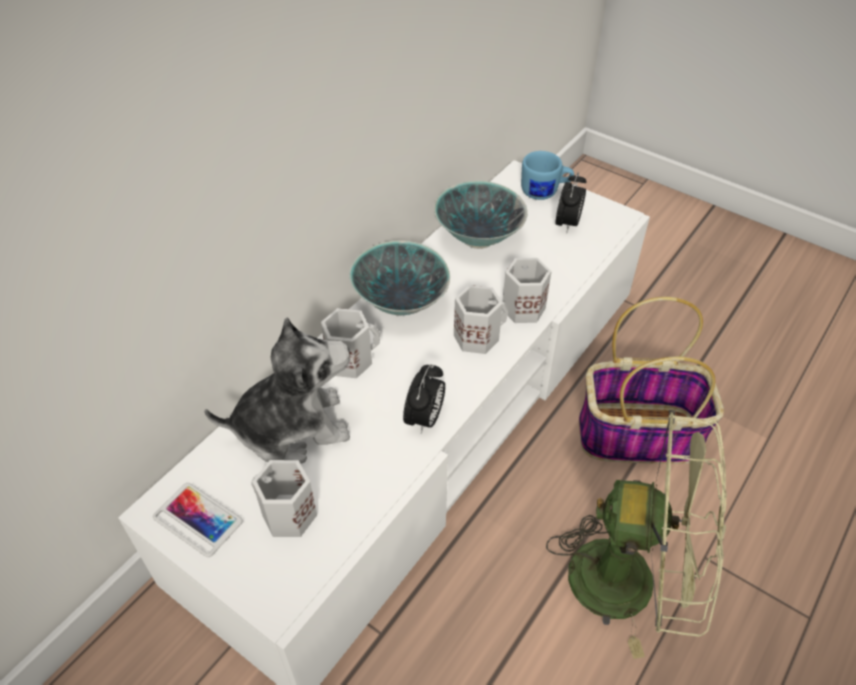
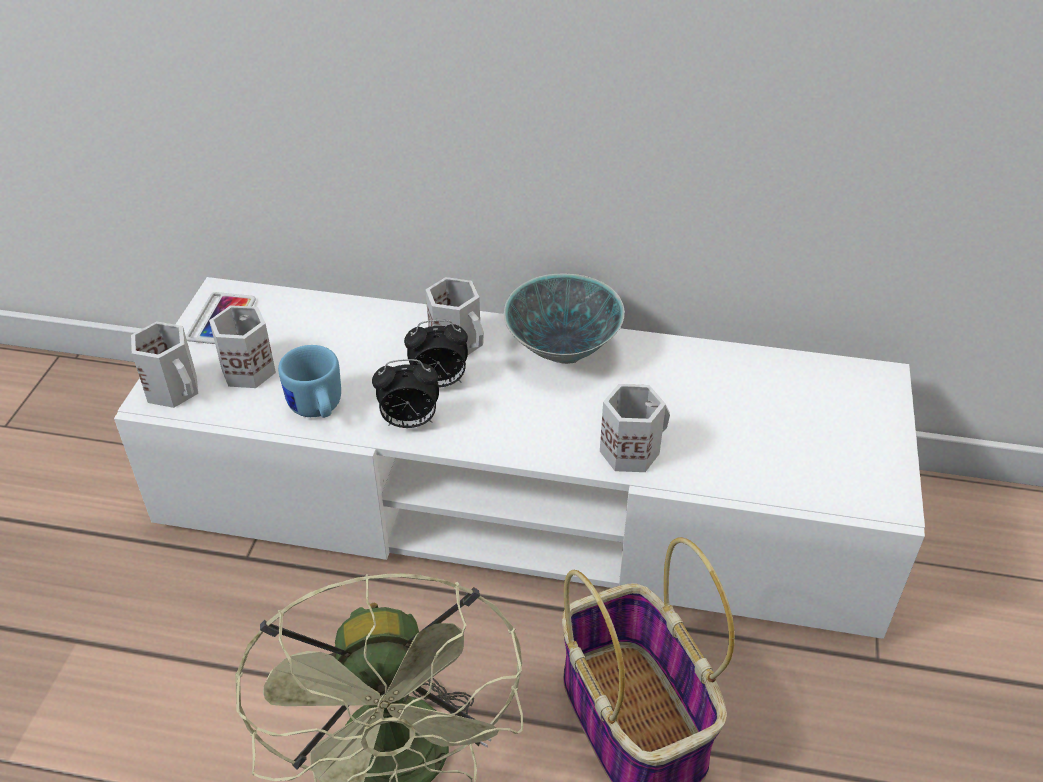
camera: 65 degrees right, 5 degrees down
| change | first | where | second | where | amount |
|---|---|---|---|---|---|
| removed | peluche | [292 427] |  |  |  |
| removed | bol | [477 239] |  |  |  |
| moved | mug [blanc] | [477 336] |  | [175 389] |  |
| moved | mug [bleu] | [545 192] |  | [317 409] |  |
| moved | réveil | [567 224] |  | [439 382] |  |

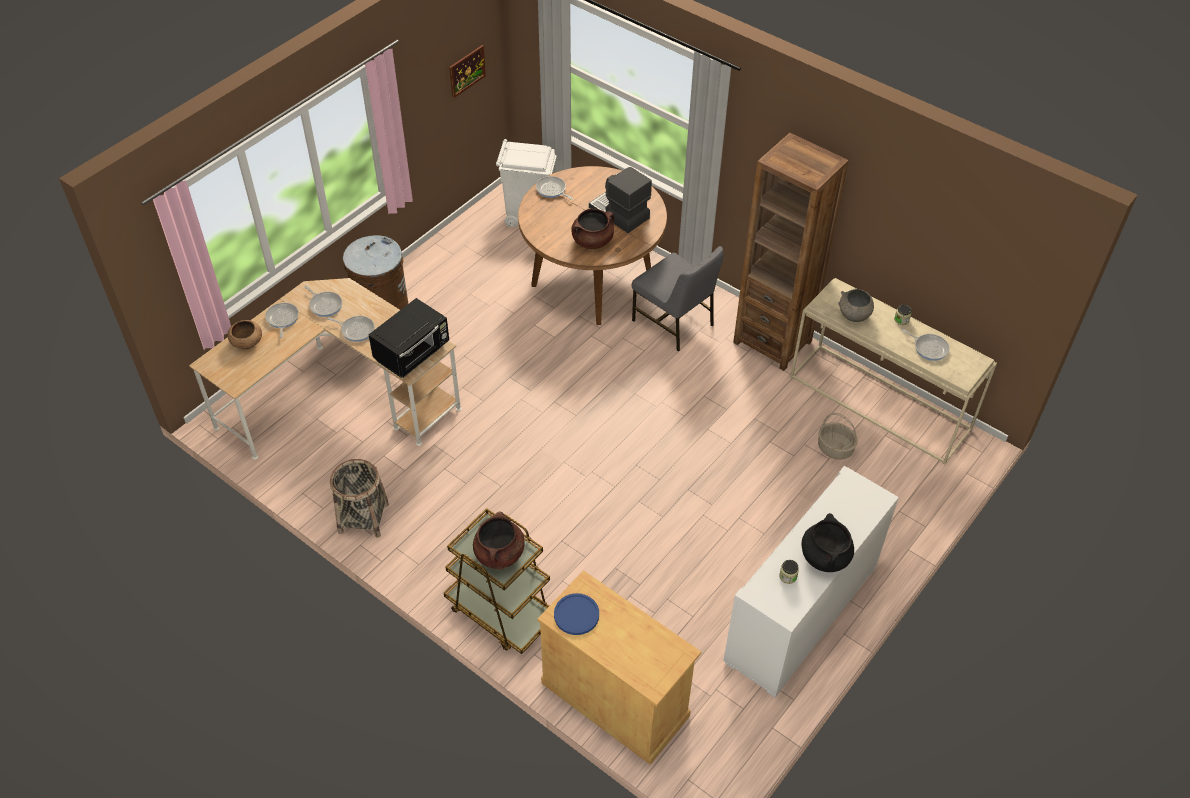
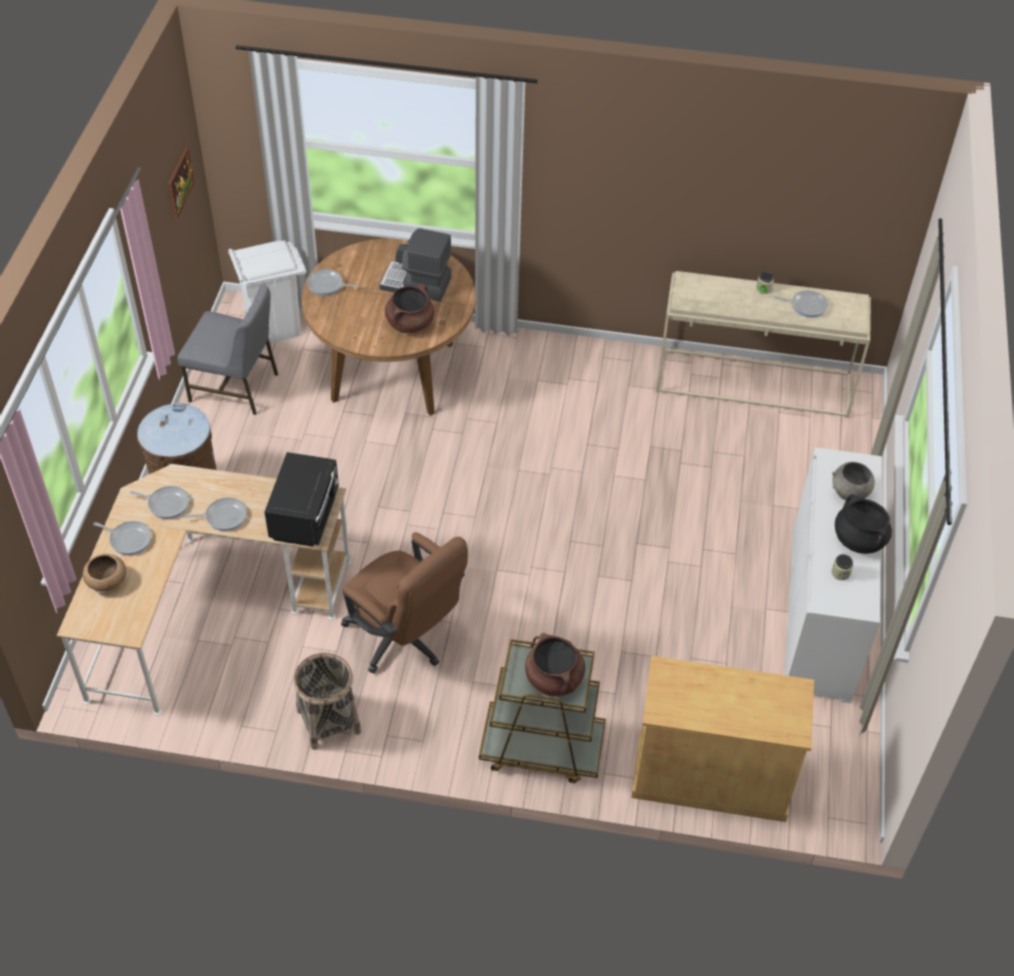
camera: 30 degrees left, 0 degrees up
| change | first | where | second | where | amount |
|---|---|---|---|---|---|
| turned | poêle | [282 319] |  | [128 539] | 150 degrees clockwise |
| removed | assiette [bleu] | [576 615] |  |  |  |
| moved | chaise [gris] | [674 323] |  | [235 387] |  |
| removed | bibliothèque [marron] | [772 341] |  |  |  |
| removed | panier | [835 448] |  |  |  |
| moved | bol [gris] | [854 316] |  | [849 494] |  |
| added |  |  | chaise de bureau [marron] | [404 639] |  |

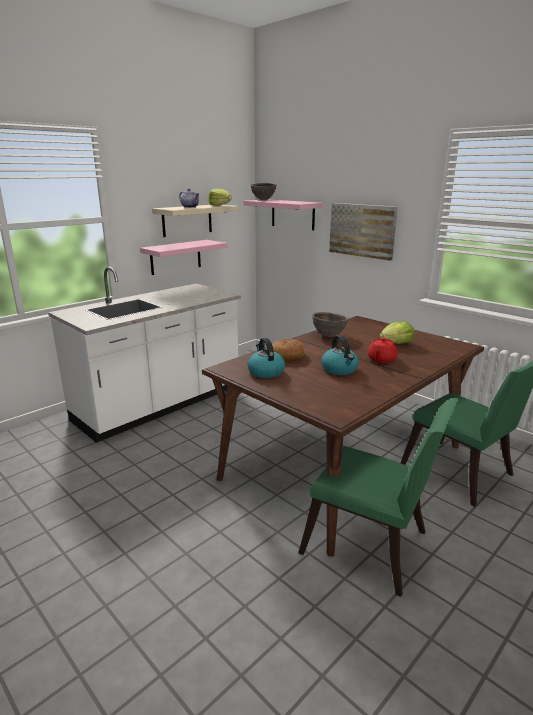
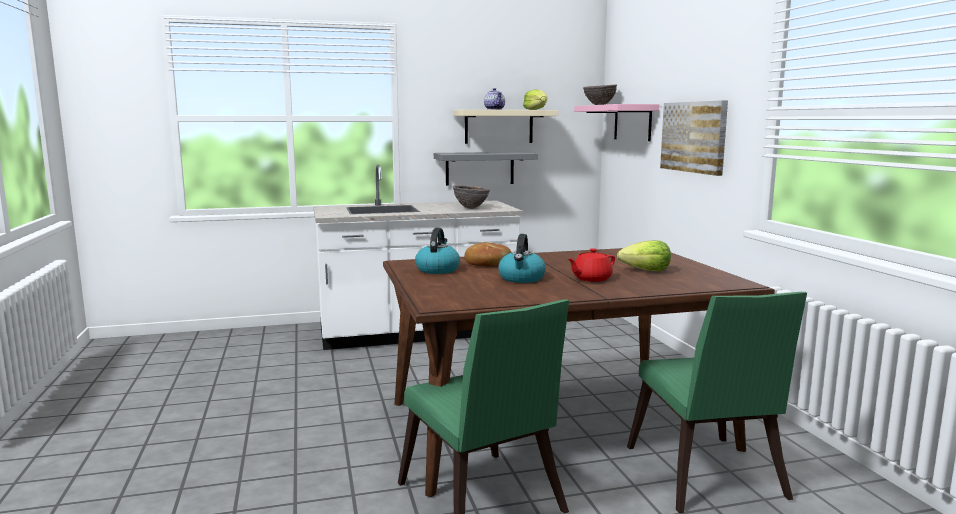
camera: 30 degrees right, 10 degrees down
| change | first | where | second | where | amount |
|---|---|---|---|---|---|
| recoloured | étagère [rose] | [175 257] | étagère [gris] | [479 168] |  |
| moved | bol [marron] | [329 336] |  | [471 208] |  |

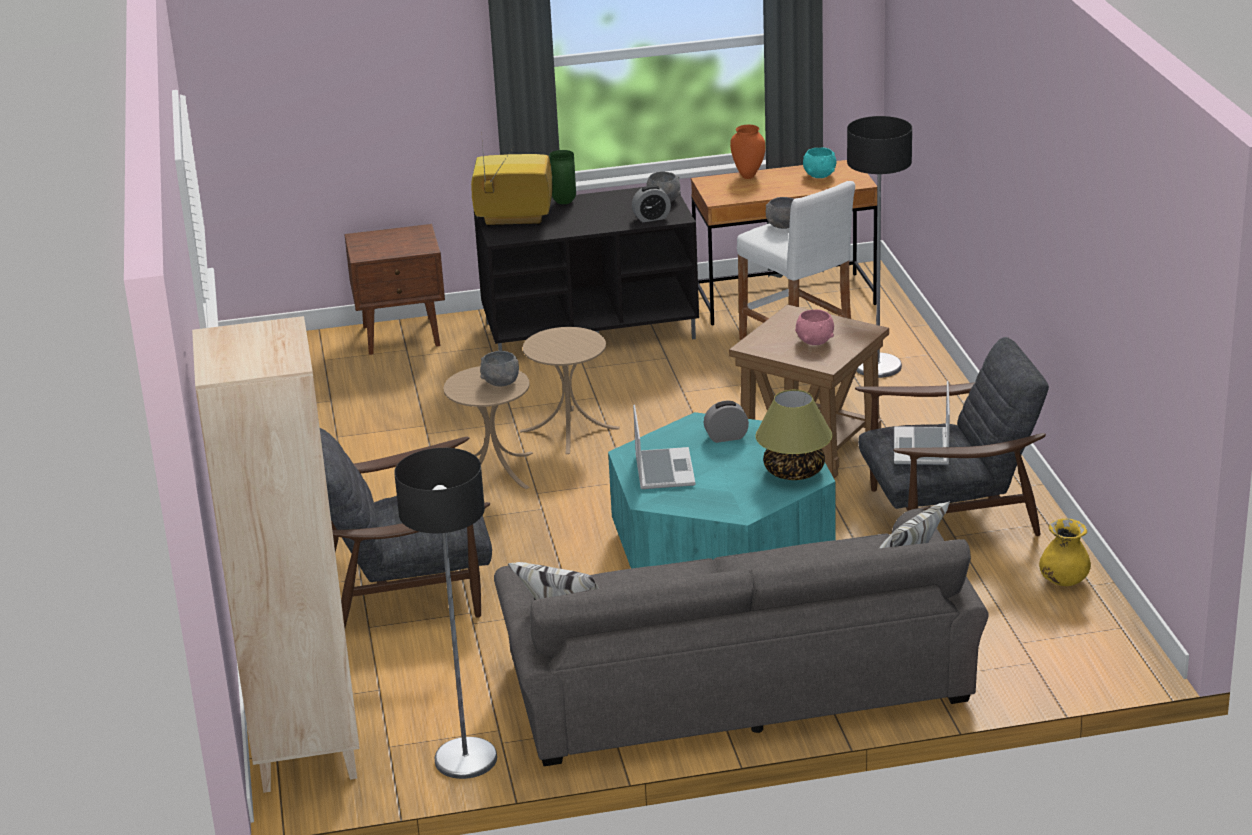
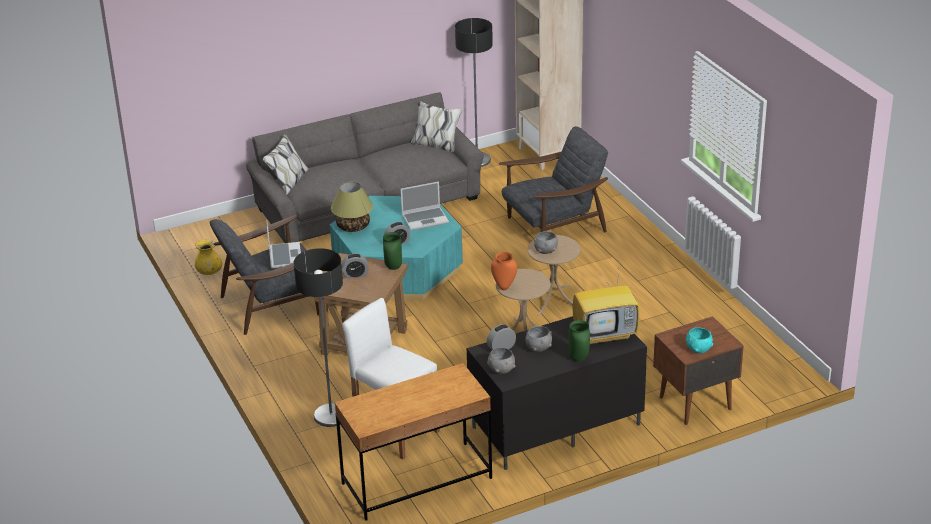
camera: 165 degrees right, 5 degrees up
| change | first | where | second | where | amount |
|---|---|---|---|---|---|
| turned | ordinateur portable | [663 470] |  | [425 219] | 90 degrees counterclockwise |
| moved | vase [orange] | [748 176] |  | [504 287] |  |
| moved | bol [gris] | [783 225] |  | [539 348] |  |
| replaced | bol [rose] | [814 341] | réveil | [355 275] |  |
| moved | bol [turquoise] | [819 175] |  | [699 349] |  |
| added |  |  | vase [vert] | [393 267] |  |

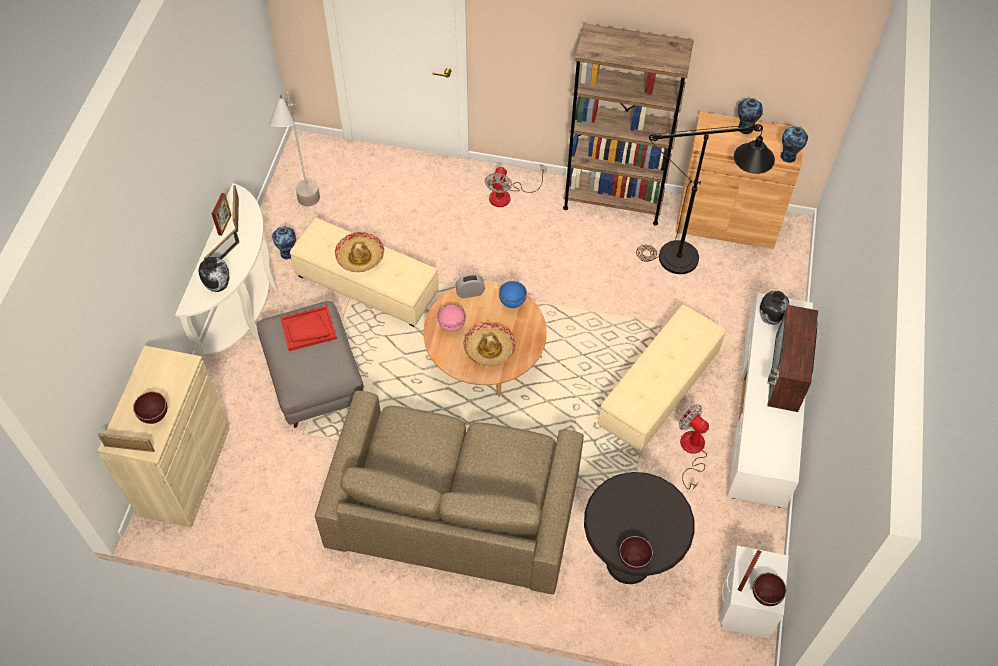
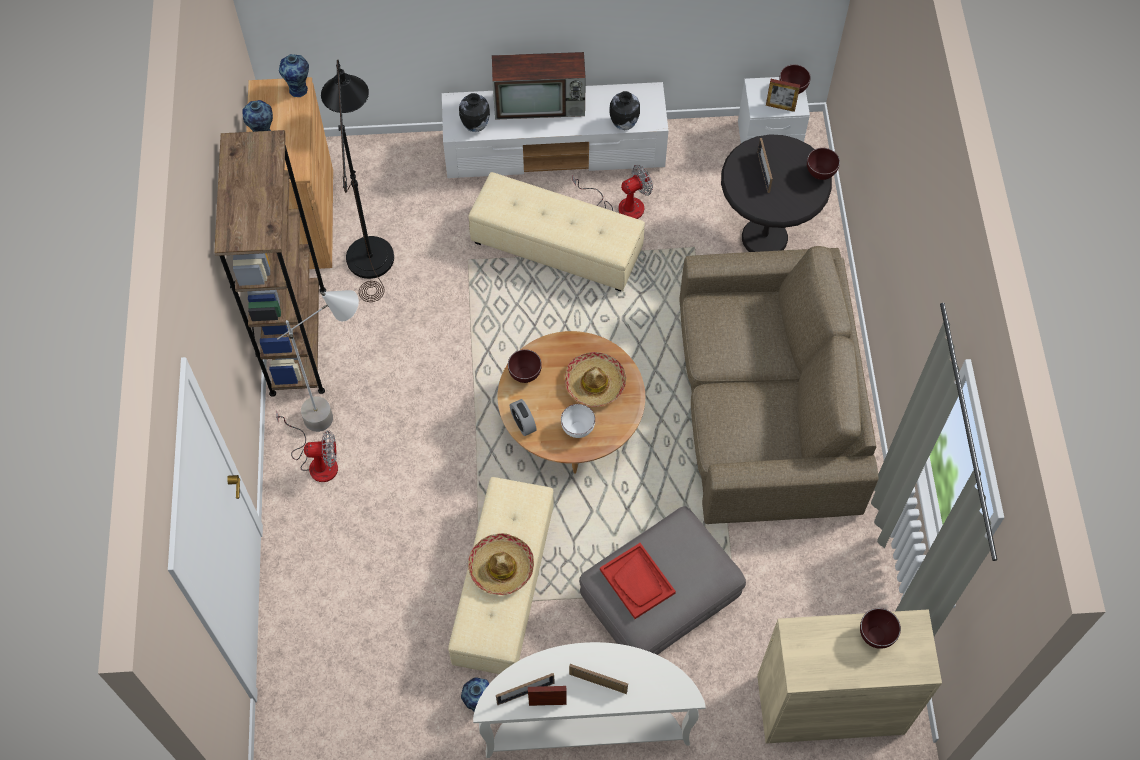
camera: 105 degrees left, 5 degrees up
| change | first | where | second | where | amount |
|---|---|---|---|---|---|
| moved | cadre photo | [129 448] |  | [763 172] |  |
| moved | vase | [219 286] |  | [623 125] |  |
| moved | lampadaire [gris] | [307 212] |  | [342 412] |  |
| recoloured | bol [rose] | [451 326] | bol [blanc] | [577 430] |  |
| recoloured | bol [bleu] | [511 303] | bol [marron] | [525 376] |  |
| turned | ventilateur | [692 451] |  | [621 206] | 150 degrees counterclockwise |

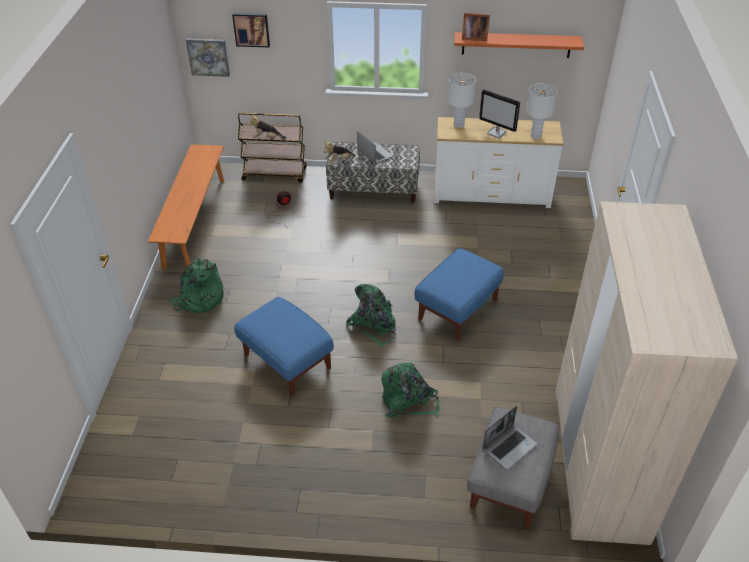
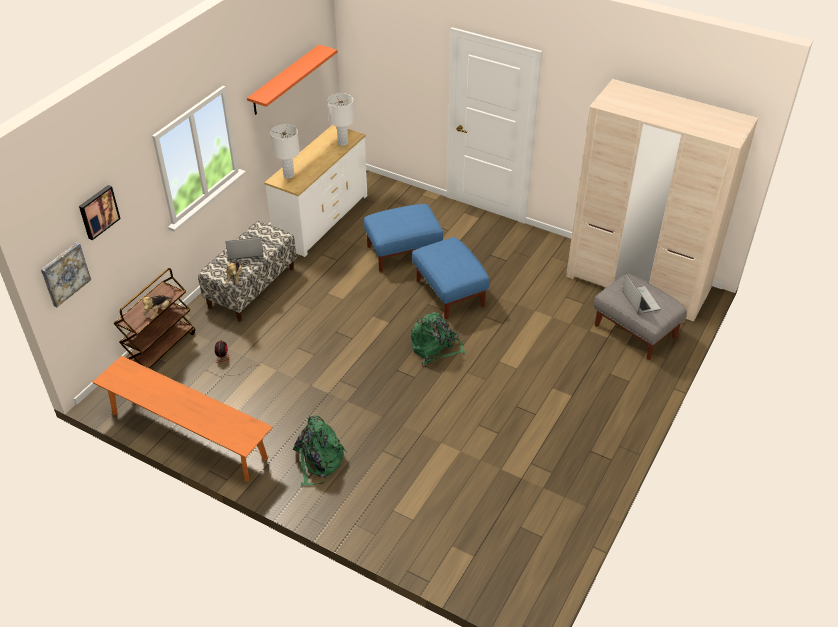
camera: 65 degrees left, 0 degrees up
| change | first | where | second | where | amount |
|---|---|---|---|---|---|
| moved | pouf [bleu] | [286 361] |  | [402 253] |  |
| removed | sac à dos [vert] | [408 401] |  |  |  |
| removed | cadre photo | [473 37] |  |  |  |
| removed | écran d'ordinateur | [497 133] |  |  |  |

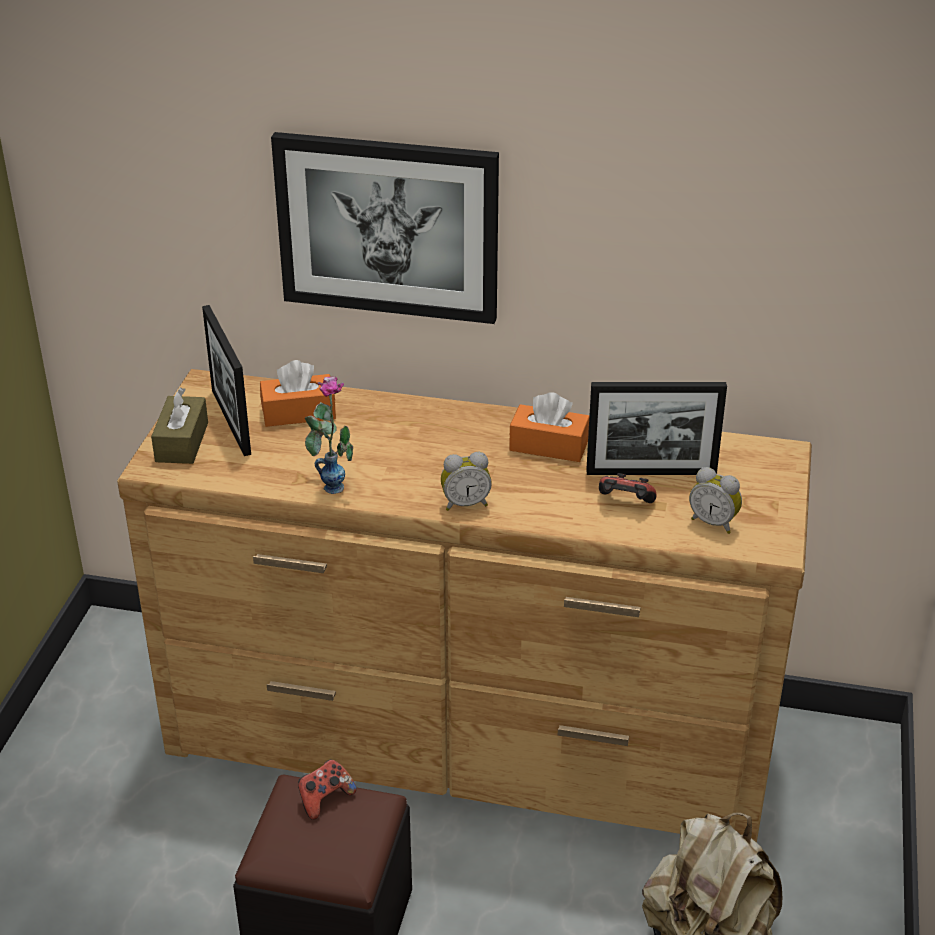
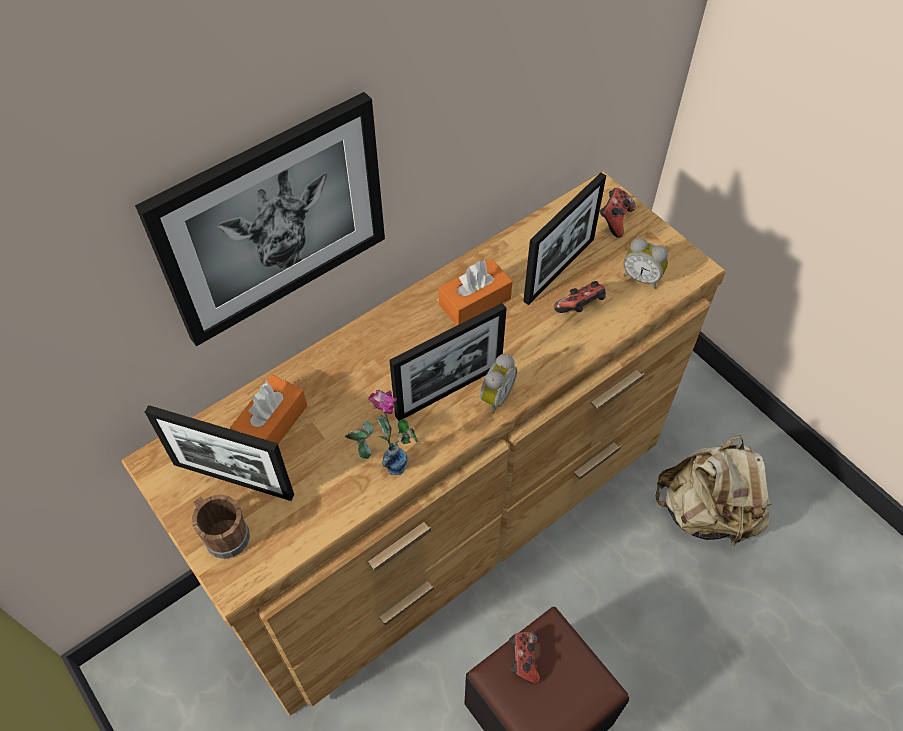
camera: 50 degrees left, 20 degrees up
| change | first | where | second | where | amount |
|---|---|---|---|---|---|
| replaced | boîte à mouchoirs [marron] | [182 442] | mug [marron] | [224 534] |  |
| turned | réveil | [714 522] |  | [642 277] | 45 degrees clockwise |
| added |  |  | cadre photo | [449 391] |  |
| added |  |  | manette | [614 220] |  |

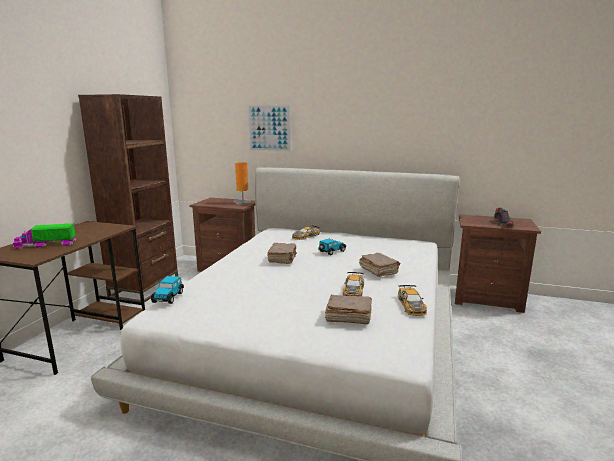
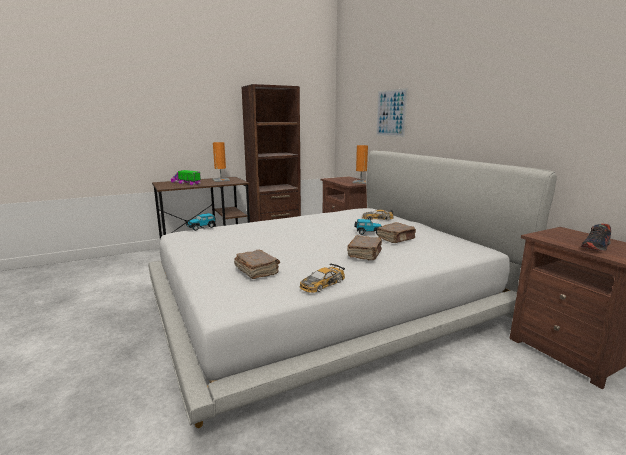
camera: 45 degrees right, 0 degrees up
| change | first | where | second | where | amount |
|---|---|---|---|---|---|
| moved | livre [marron] | [283 259] |  | [396 239] |  |
| removed | petite voiture | [353 290] |  |  |  |
| added |  |  | lampe de table [orange] | [221 180] |  |

